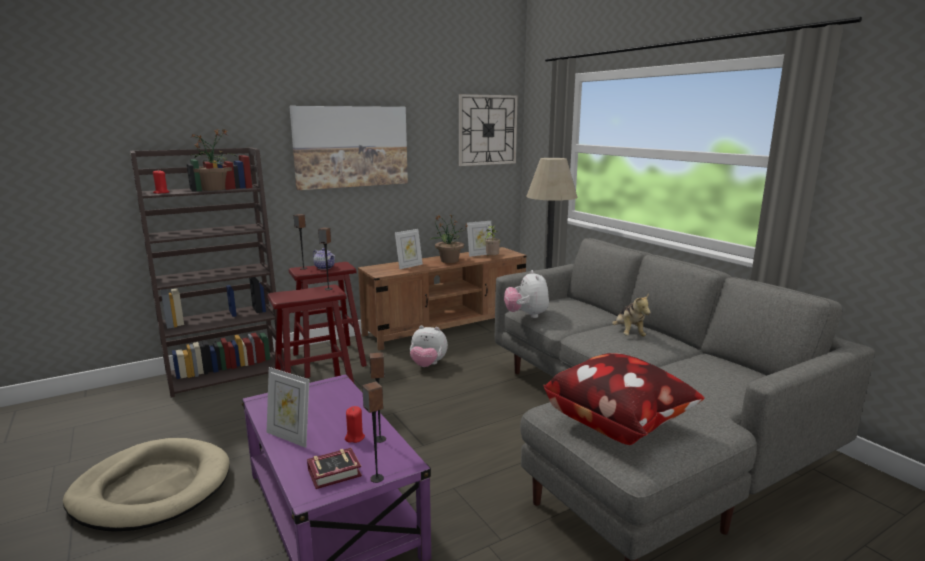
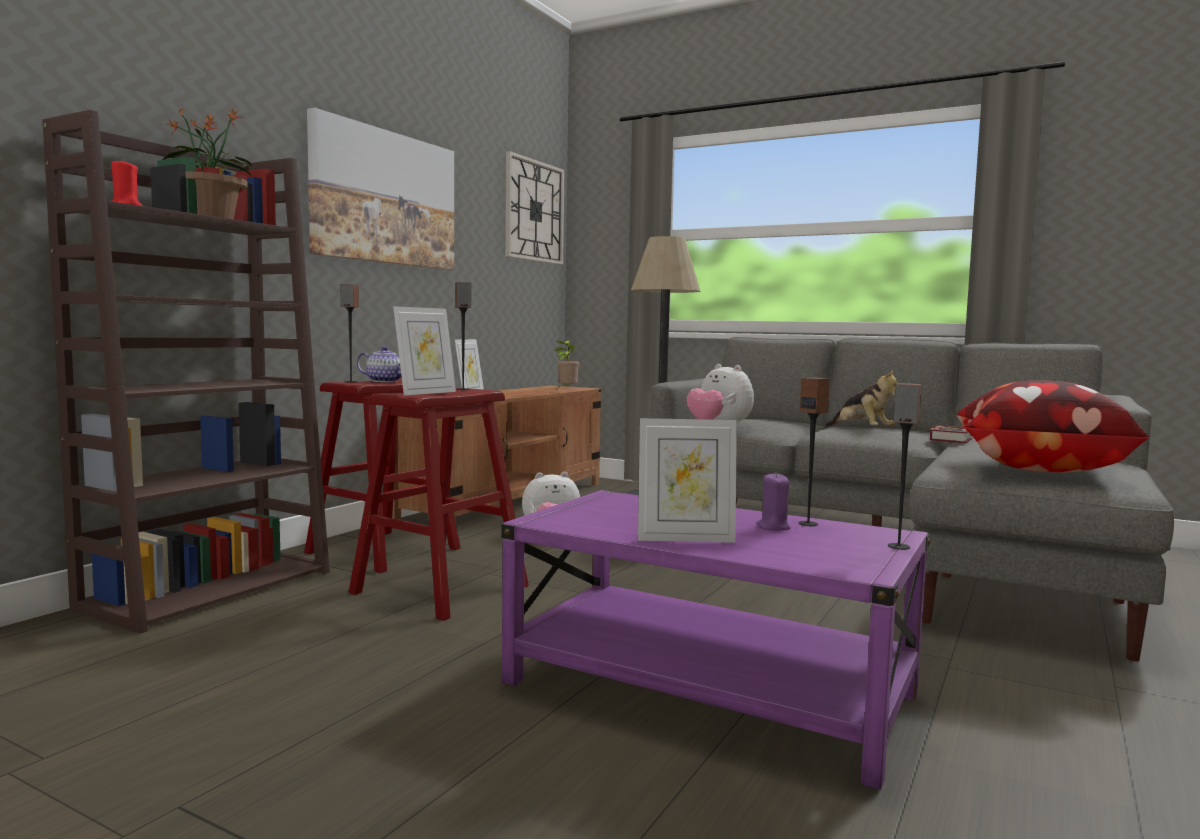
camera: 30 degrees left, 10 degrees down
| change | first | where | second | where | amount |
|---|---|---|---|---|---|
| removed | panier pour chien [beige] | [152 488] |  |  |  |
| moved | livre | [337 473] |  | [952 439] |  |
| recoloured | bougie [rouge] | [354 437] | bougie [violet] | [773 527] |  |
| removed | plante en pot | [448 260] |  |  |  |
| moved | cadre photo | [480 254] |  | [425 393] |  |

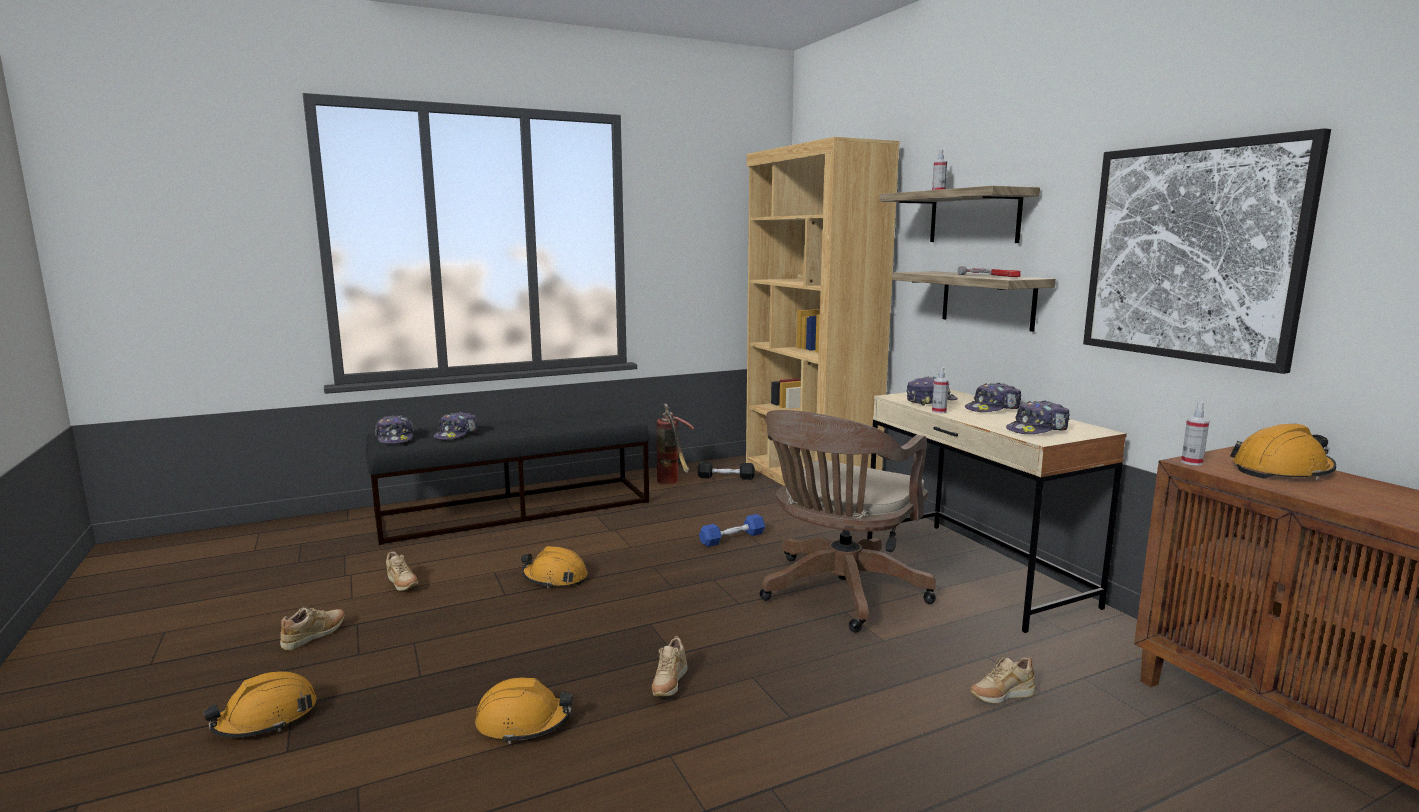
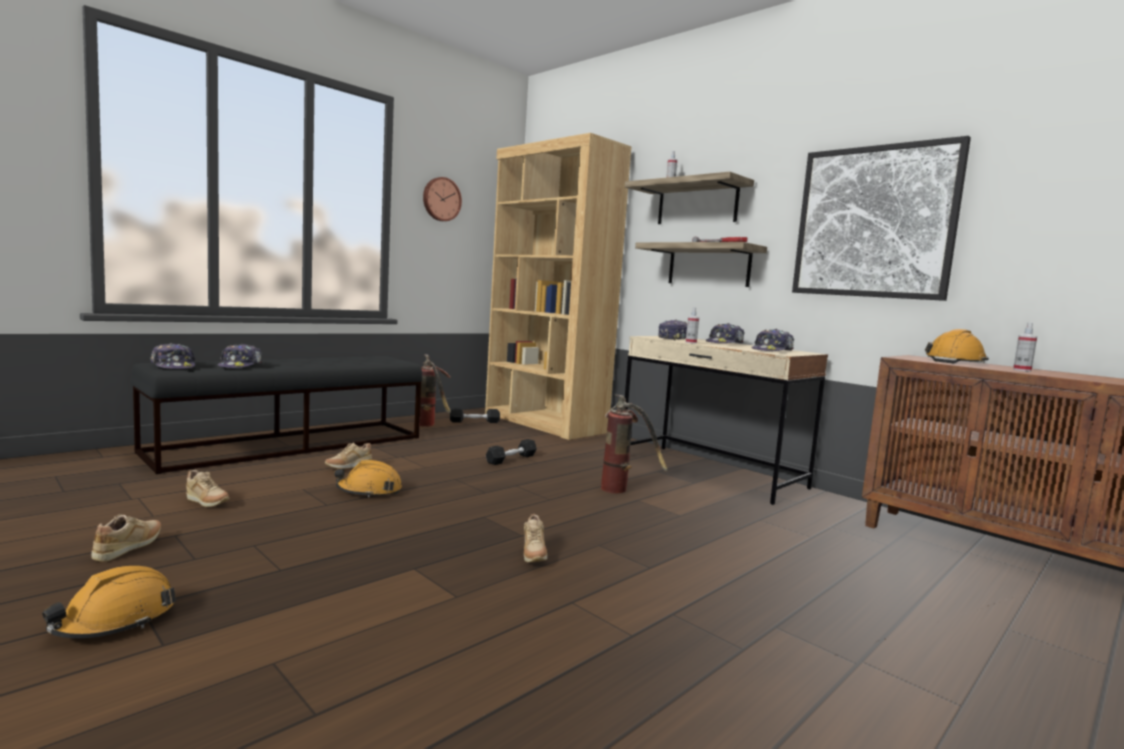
camera: 20 degrees left, 5 degrees down
| change | first | where | second | where | amount |
|---|---|---|---|---|---|
| removed | casque de chantier [orange] | [523 722] |  |  |  |
| recoloured | haltère [bleu] | [732 538] | haltère [noir] | [511 459] |  |
| replaced | chaise de bureau [marron] | [839 593] | extincteur | [624 489] |  |
| moved | chaussure [beige] | [1000 697] |  | [348 468] |  |
| moved | vaporisateur | [1191 462] |  | [1022 370] |  |
| added |  |  | horloge murale | [441 199] |  |

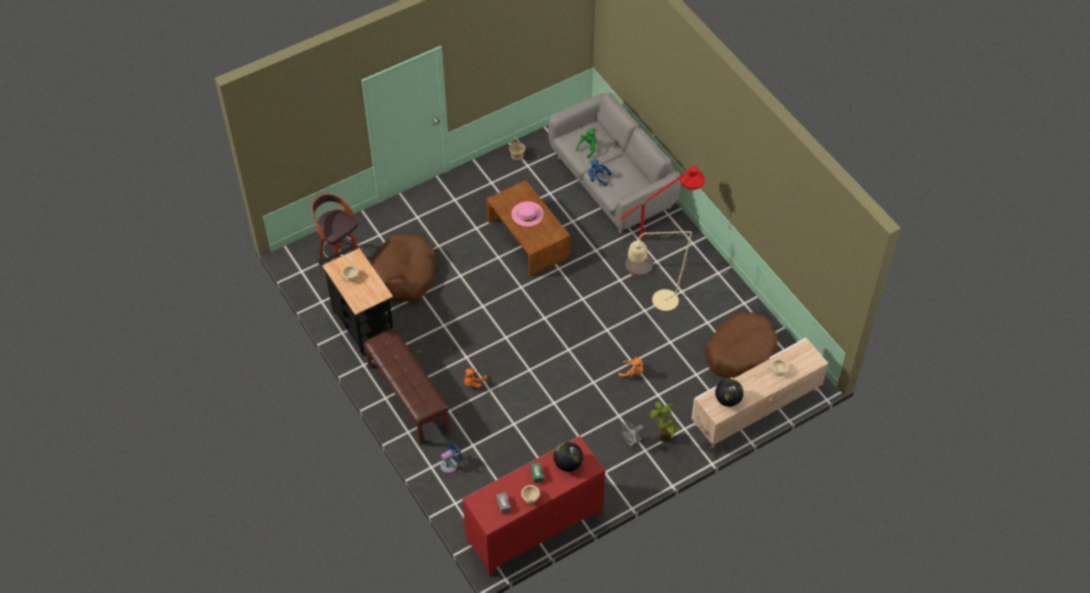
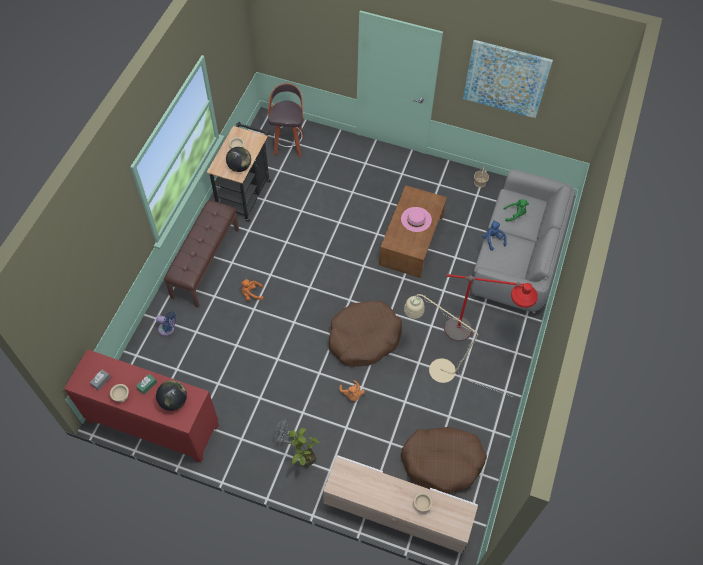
camera: 50 degrees right, 5 degrees up
| change | first | where | second | where | amount |
|---|---|---|---|---|---|
| moved | panier pour chien [marron] | [405 275] |  | [363 338] |  |
| moved | globe | [728 400] |  | [239 167] |  |
| added |  |  | tableau | [506 79] |  |

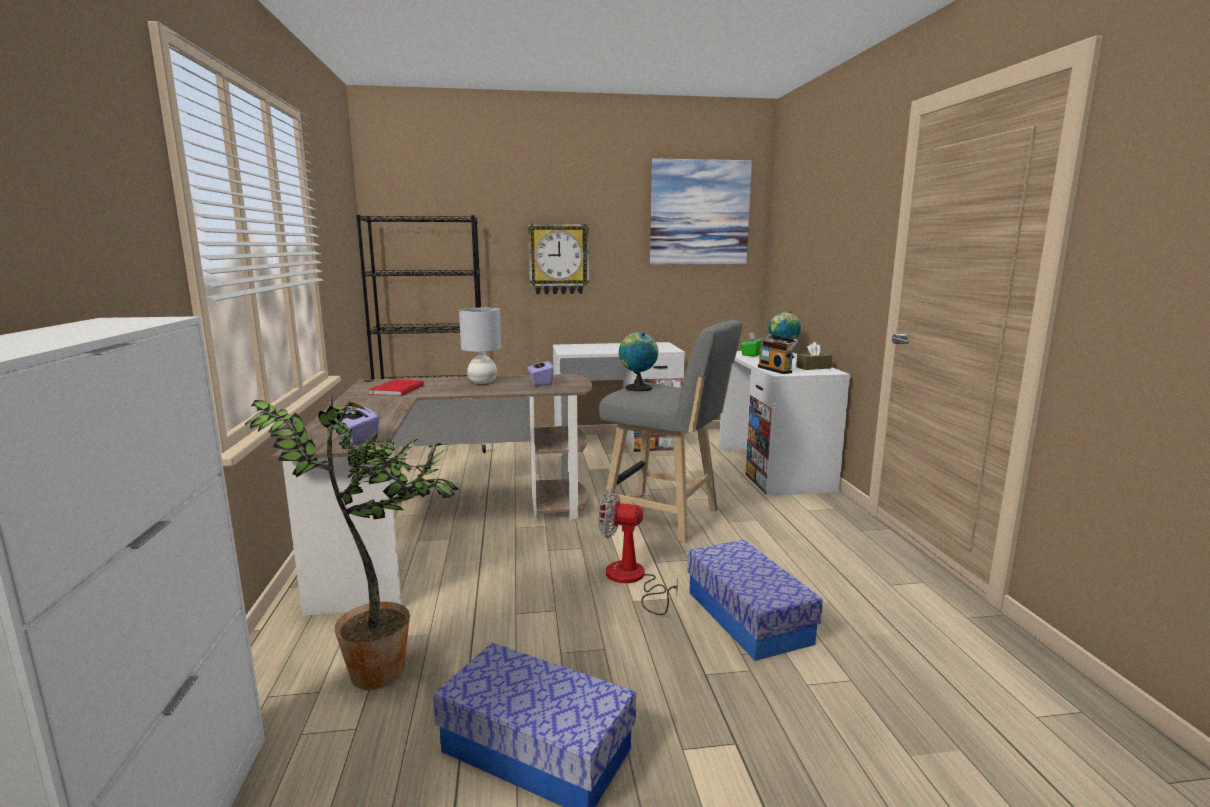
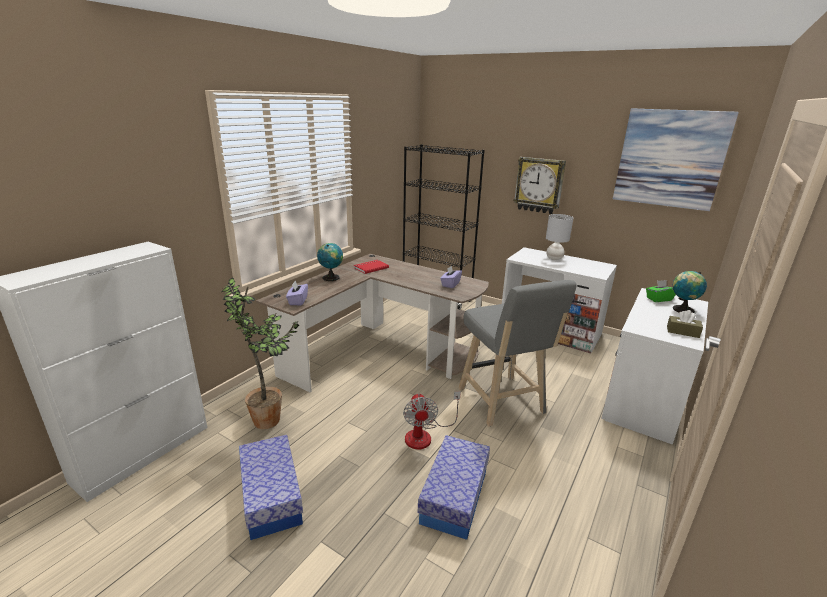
camera: 40 degrees right, 10 degrees up
| change | first | where | second | where | amount |
|---|---|---|---|---|---|
| moved | lampe de table [gris] | [482 382] |  | [554 258] |  |
| turned | ventilateur | [632 580] |  | [425 435] | 150 degrees counterclockwise |
| moved | globe | [637 388] |  | [331 277] |  |
| removed | radio | [776 370] |  |  |  |

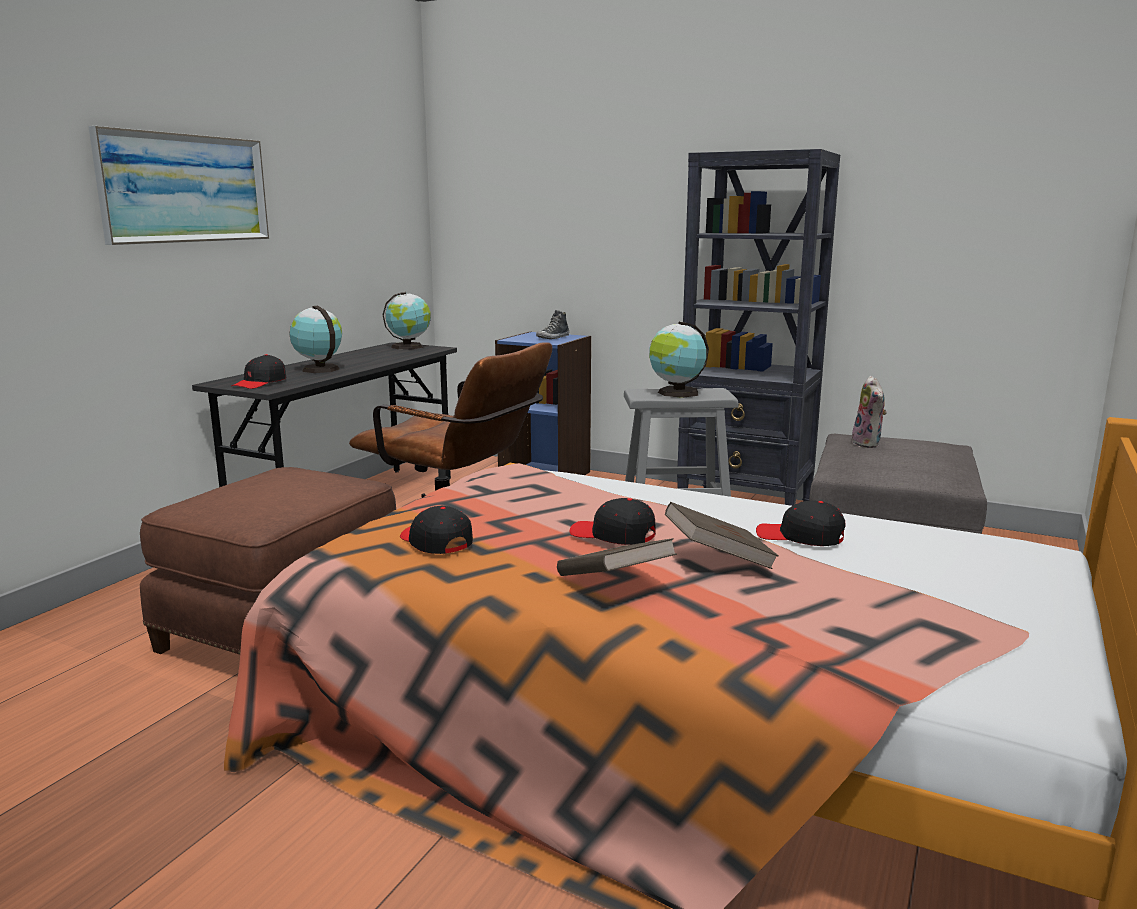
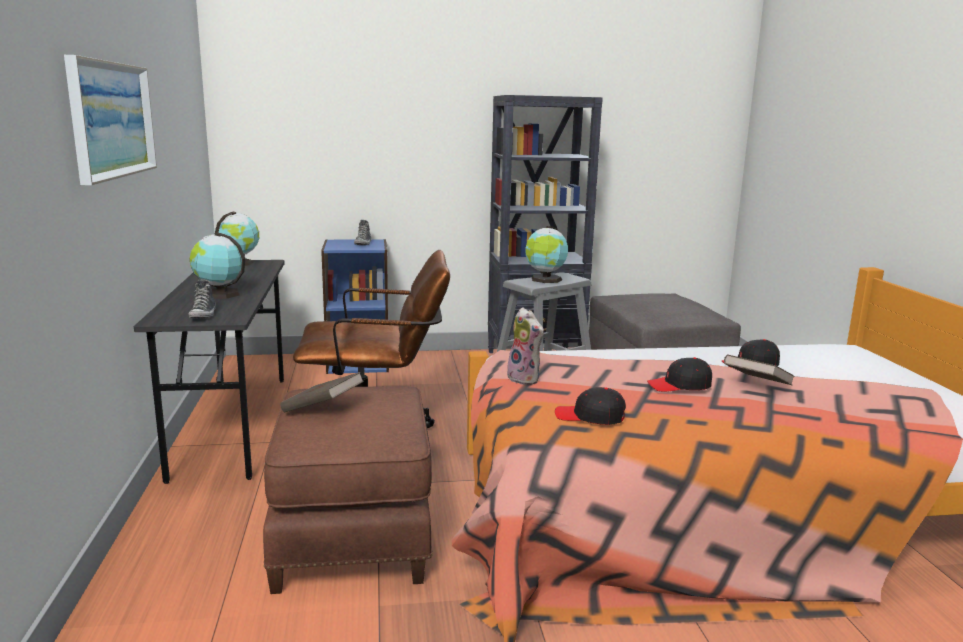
camera: 35 degrees left, 0 degrees up
| change | first | where | second | where | amount |
|---|---|---|---|---|---|
| replaced | casquette [noir] | [260 383] | chaussure | [203 315] |  |
| moved | livre [marron] | [614 584] |  | [322 409] |  |
| moved | peluche | [868 444] |  | [526 379] |  |

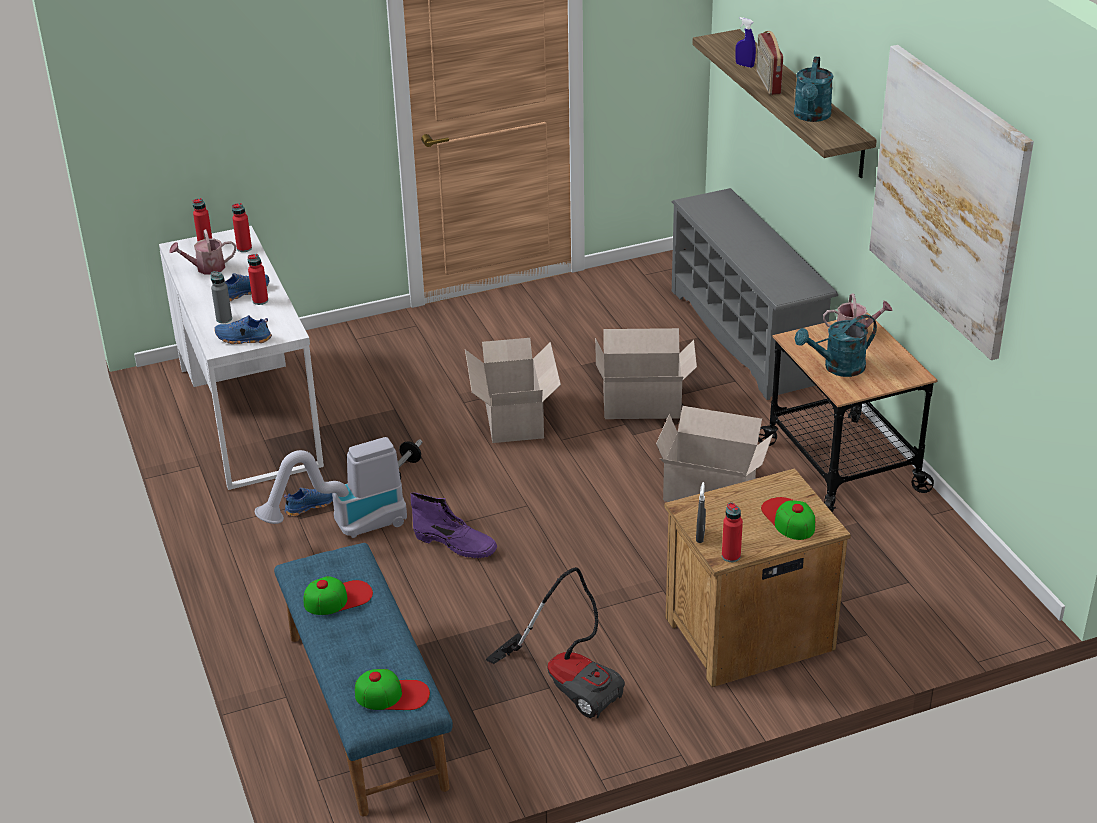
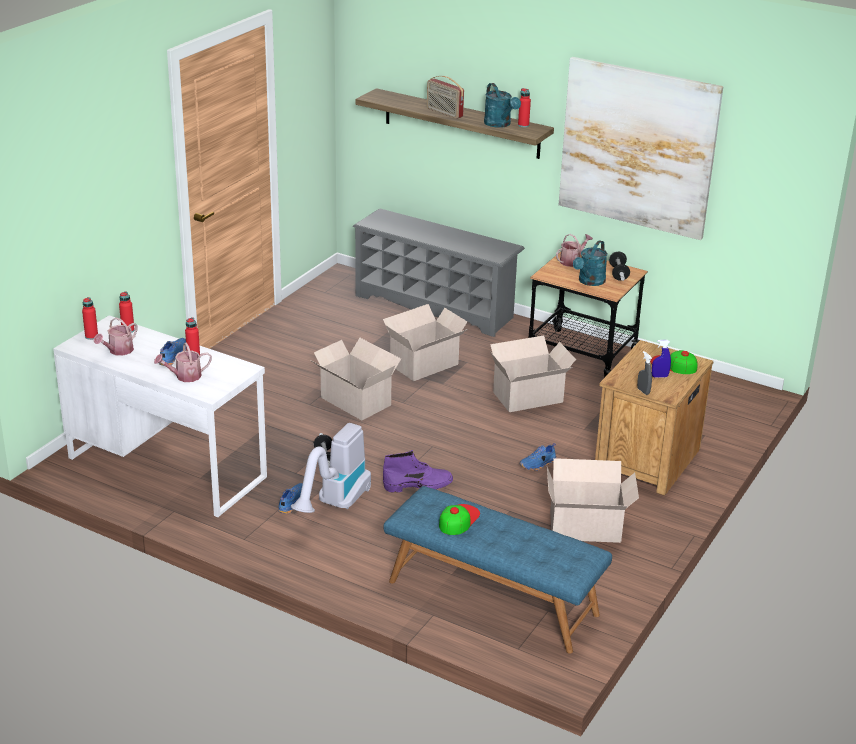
camera: 40 degrees left, 5 degrees down
| change | first | where | second | where | amount |
|---|---|---|---|---|---|
| replaced | bouteille [gris] | [224 319] | arrosoir | [184 376] |  |
| moved | chaussure [bleu] | [243 339] |  | [538 464] |  |
| removed | casquette | [392 694] |  |  |  |
| replaced | aspirateur | [569 681] | carton | [587 527] |  |
| moved | bouteille [rouge] | [731 556] |  | [523 125] |  |
| moved | vaporisateur [bleu] | [744 65] |  | [659 376] |  |
| added |  |  | haltère | [618 273] |  |

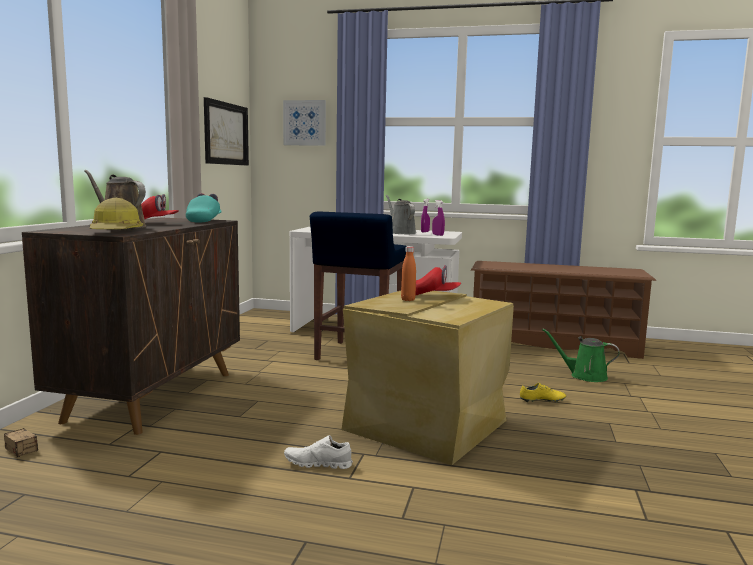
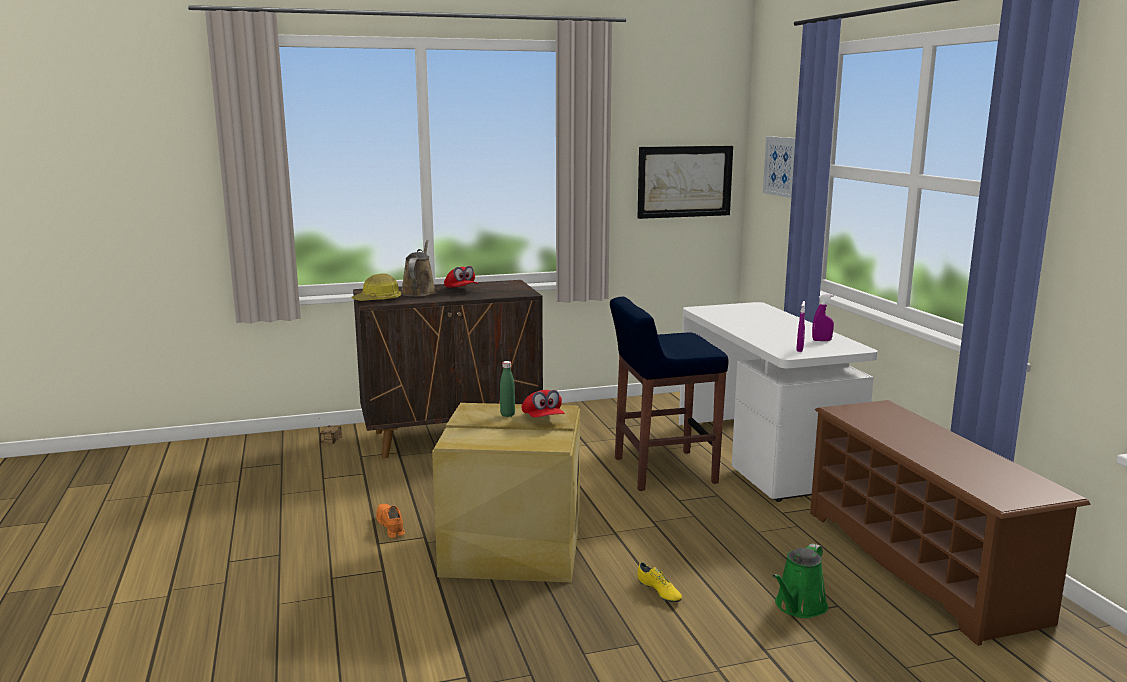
camera: 60 degrees right, 5 degrees up
| change | first | where | second | where | amount |
|---|---|---|---|---|---|
| removed | casquette [turquoise] | [204 221] |  |  |  |
| recoloured | chaussure [blanc] | [318 464] | chaussure [orange] | [390 526] |  |
| removed | arrosoir [gris] | [400 233] |  |  |  |
| recoloured | bouteille [orange] | [408 300] | bouteille [vert] | [507 415] |  |
| turned | arrosoir [vert] | [584 376] |  | [799 607] | 135 degrees counterclockwise |

